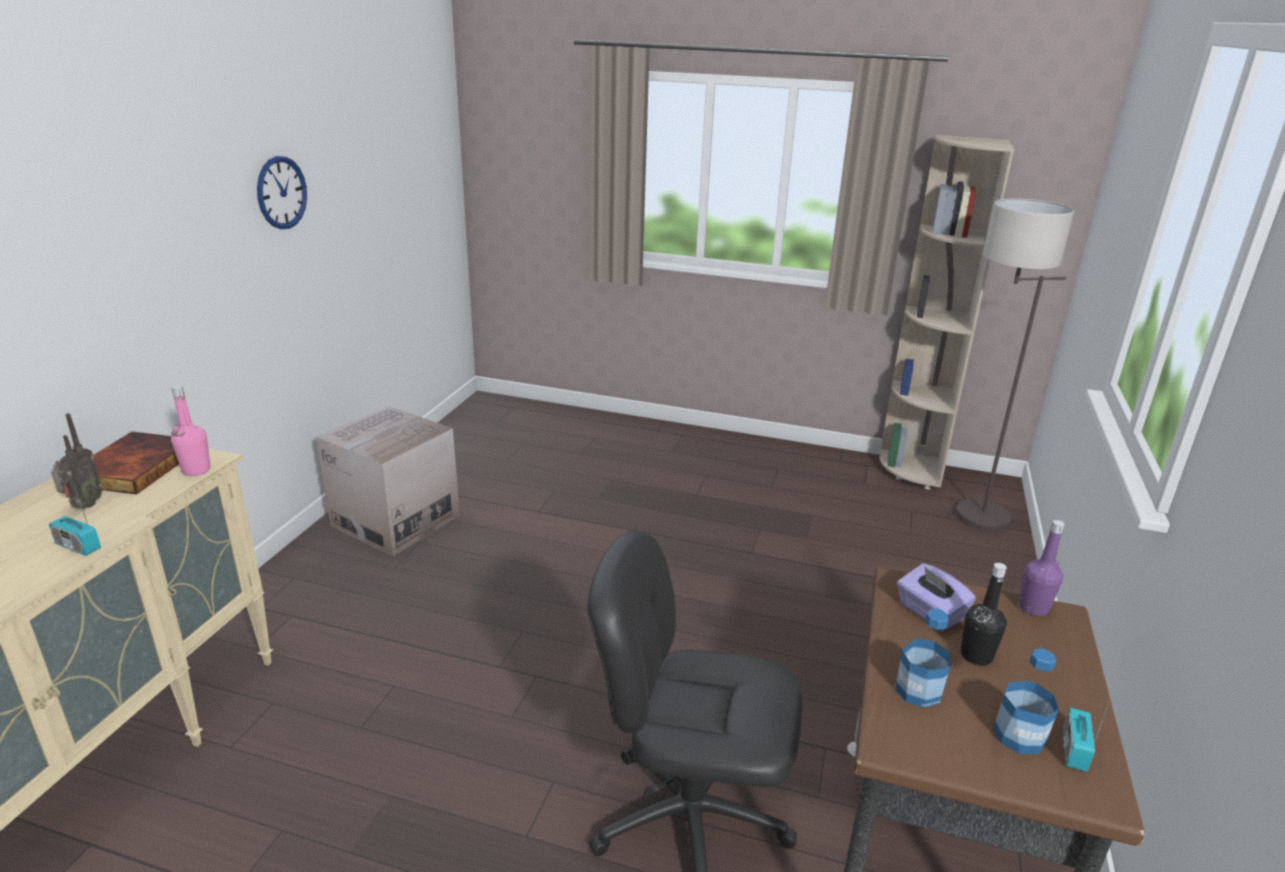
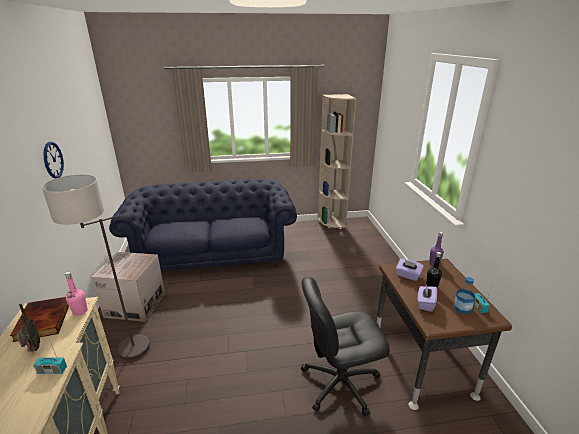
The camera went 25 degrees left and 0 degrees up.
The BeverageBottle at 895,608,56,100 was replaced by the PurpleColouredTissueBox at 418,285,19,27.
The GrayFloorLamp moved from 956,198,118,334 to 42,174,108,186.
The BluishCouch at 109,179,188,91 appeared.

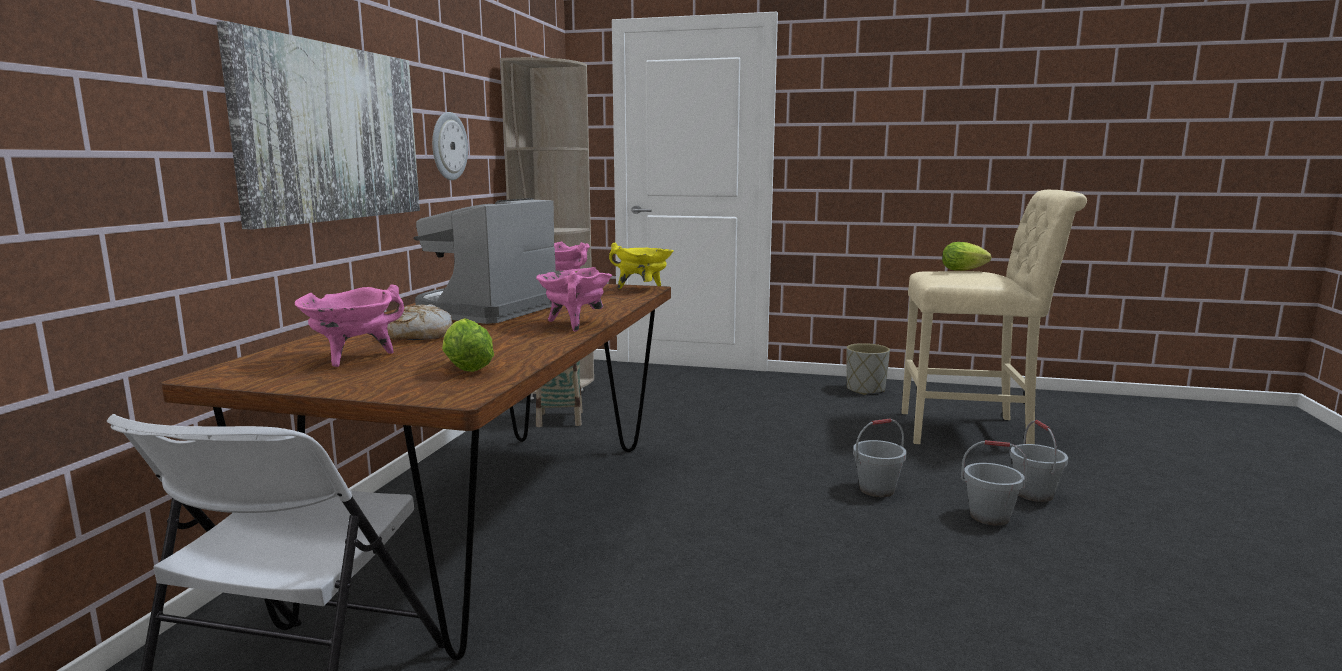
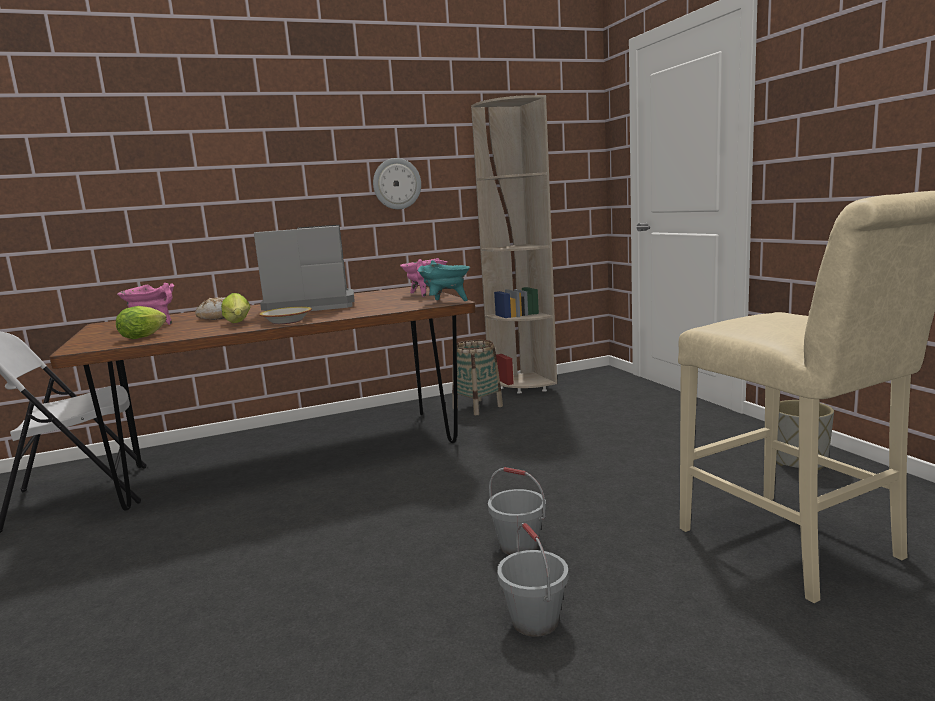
The camera went 55 degrees right and 0 degrees up.
The Picture at 216,21,204,208 disappeared.
The PinkishCookingPot at 536,267,76,64 was replaced by the Bowl at 259,307,53,17.
The YellowCookingPot at 609,243,64,46 became the TurquoiseCookingPot at 418,260,52,41.
The HeadOfLettuce moved from 942,242,50,29 to 221,293,30,30.
The GrayBucket at 1010,420,58,82 disappeared.

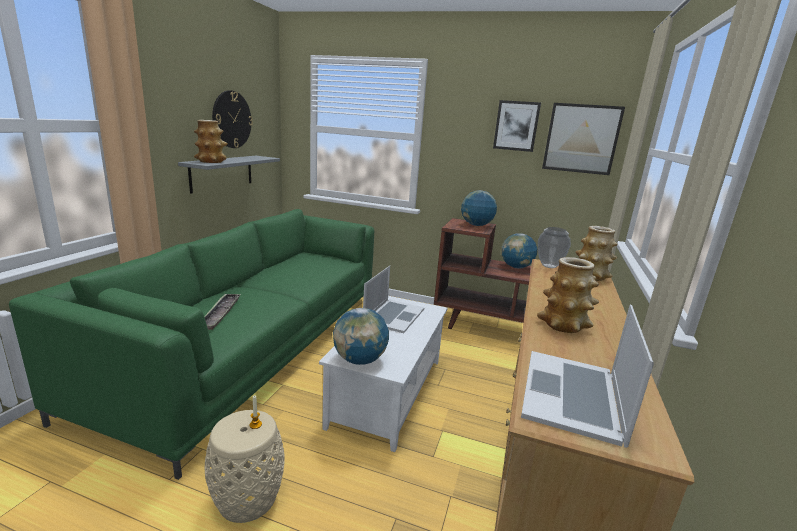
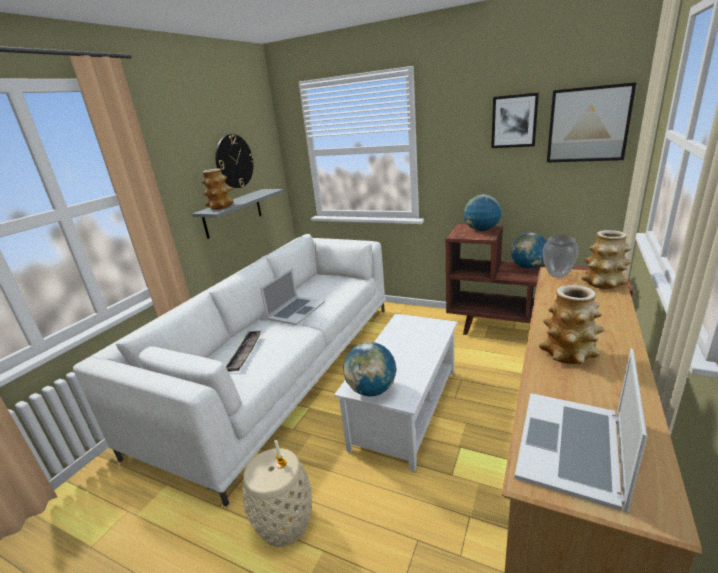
The camera went 10 degrees right and 5 degrees up.
The GreenCouch at 9,209,365,271 became the WhiteCouch at 73,234,313,273.
The Laptop moved from 363,266,61,67 to 260,269,65,56.

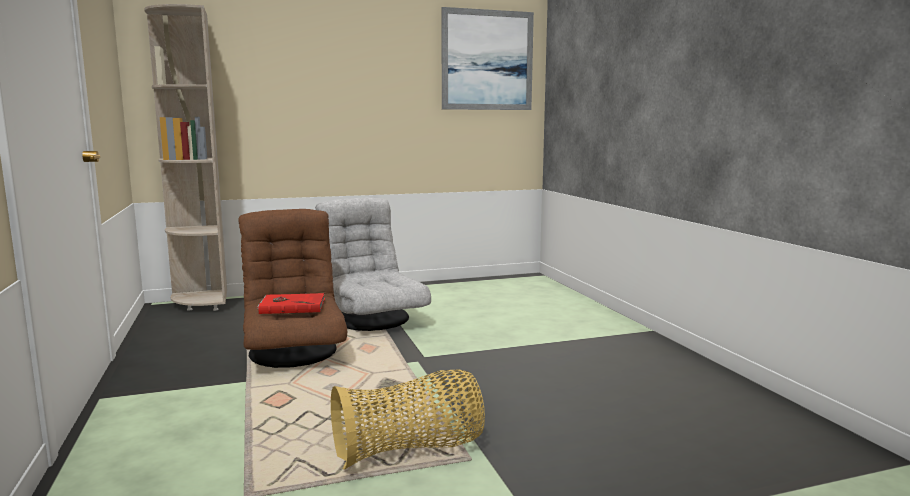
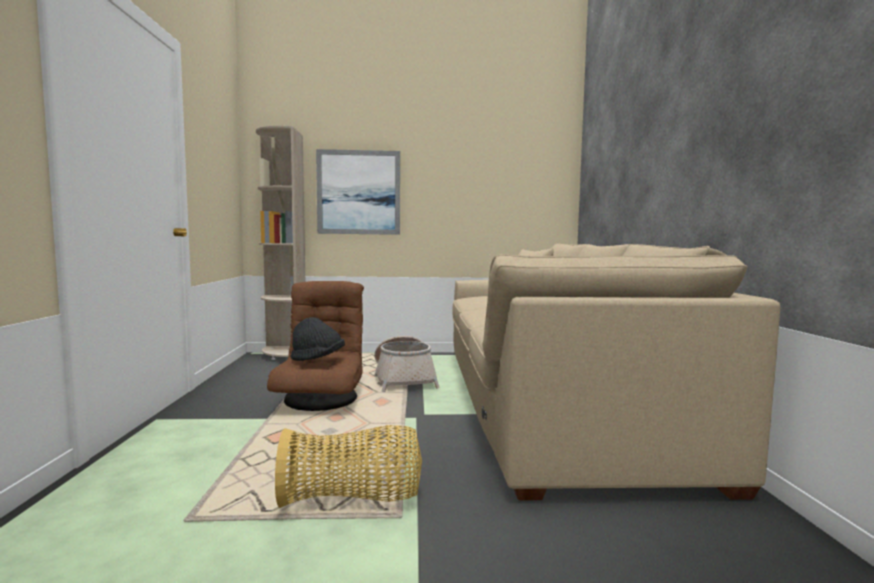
The camera went 15 degrees right and 5 degrees down.
The ReddishBoundBook at 257,293,68,21 was replaced by the BlackClothingHat at 290,317,55,44.
The GrayArmchair at 315,197,116,134 was replaced by the Basket at 374,336,66,56.
The Picture moved from 441,7,93,103 to 316,149,84,86.
The SandColouredCouch at 452,243,329,258 appeared.

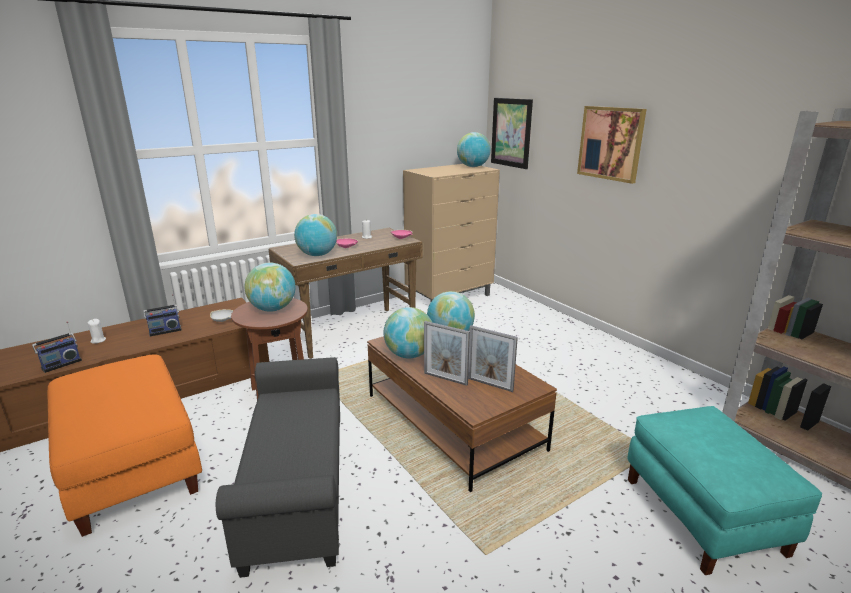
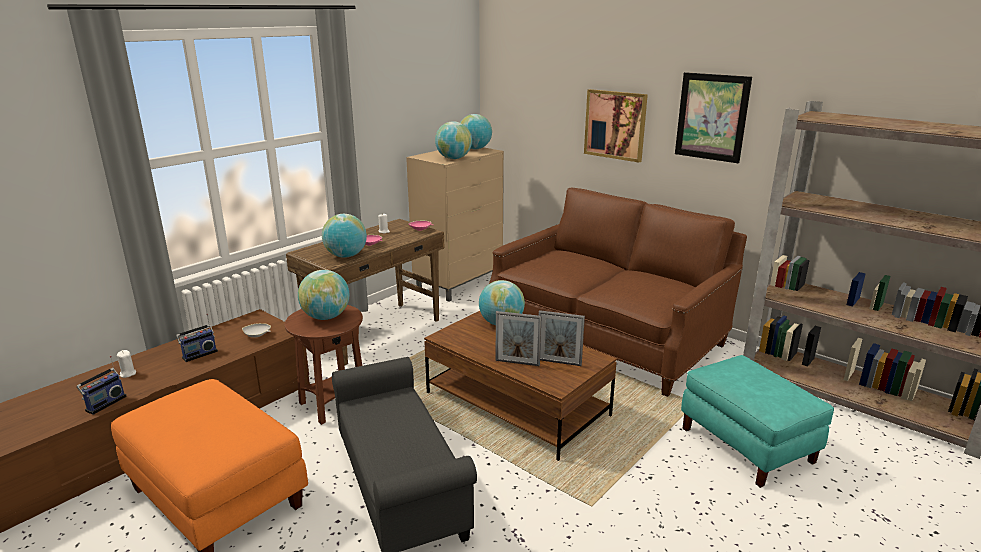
The camera went 15 degrees left and 0 degrees up.
The DeskGlobe moved from 383,307,50,52 to 435,121,37,38.
The Picture moved from 491,98,42,71 to 675,72,77,91.
The BrownCouch at 489,188,258,209 appeared.

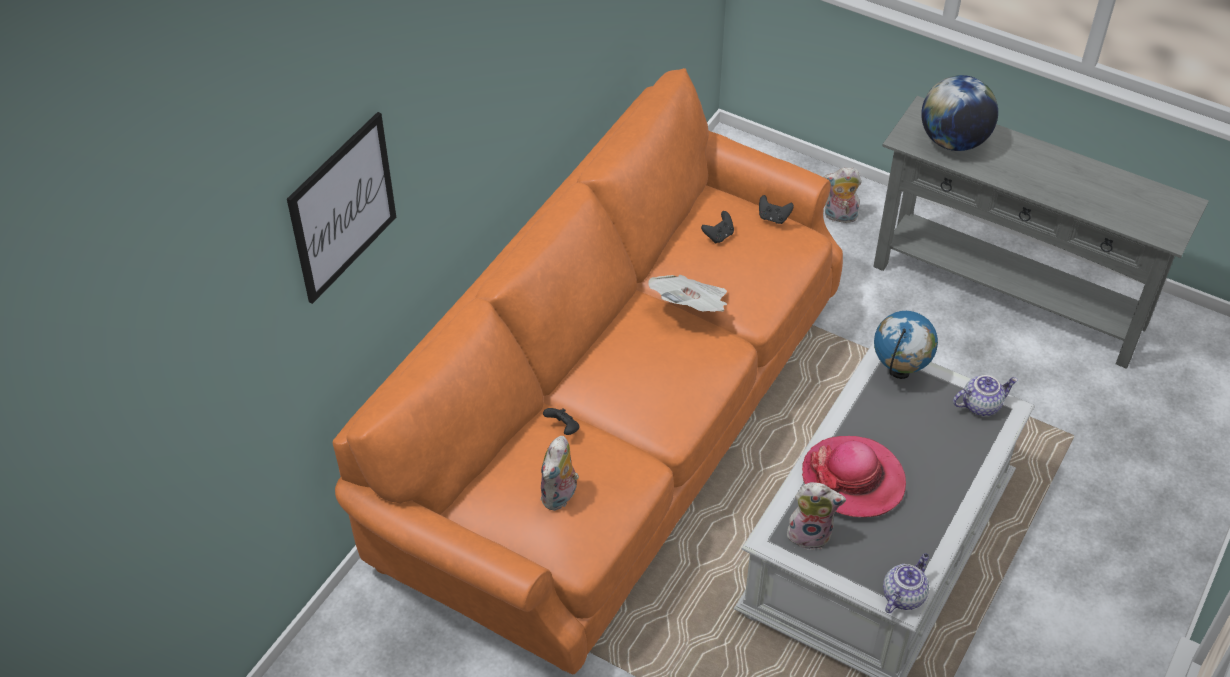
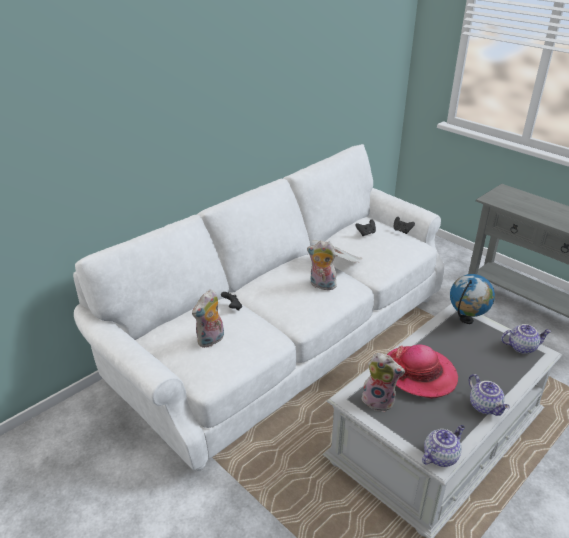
The camera went 15 degrees right and 15 degrees down.
The Picture at 287,112,109,192 disappeared.
The OrangeyCouch at 332,68,511,606 became the WhiteCouch at 73,144,371,327.
The PlushToy moved from 824,168,38,55 to 307,241,31,49.
The DeskGlobe at 921,75,77,76 disappeared.
The Teapot at 468,374,42,42 appeared.

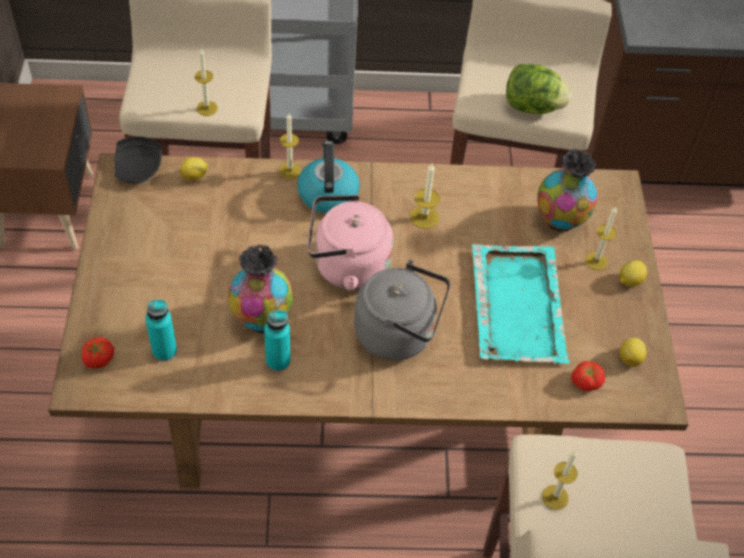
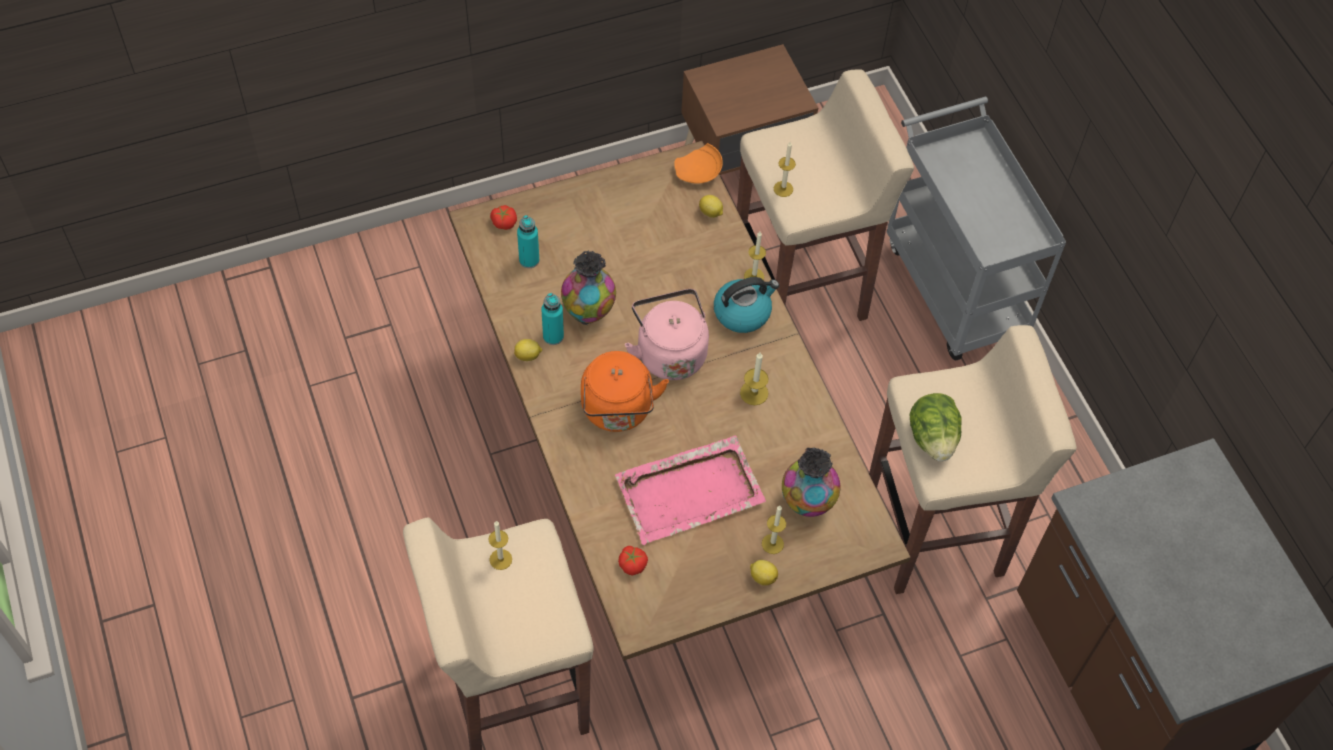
The camera went 70 degrees right and 5 degrees up.
The BlackDinnerPlate at 114,136,48,48 became the OrangeyDinnerPlate at 675,143,48,41.
The GrayKettle at 354,260,96,100 became the OrangeyKettle at 581,351,88,81.
The TurquoiseServingTray at 472,244,98,120 became the PinkishServingTray at 615,435,151,110.
The WholeLemon moved from 620,338,26,29 to 514,339,28,22.

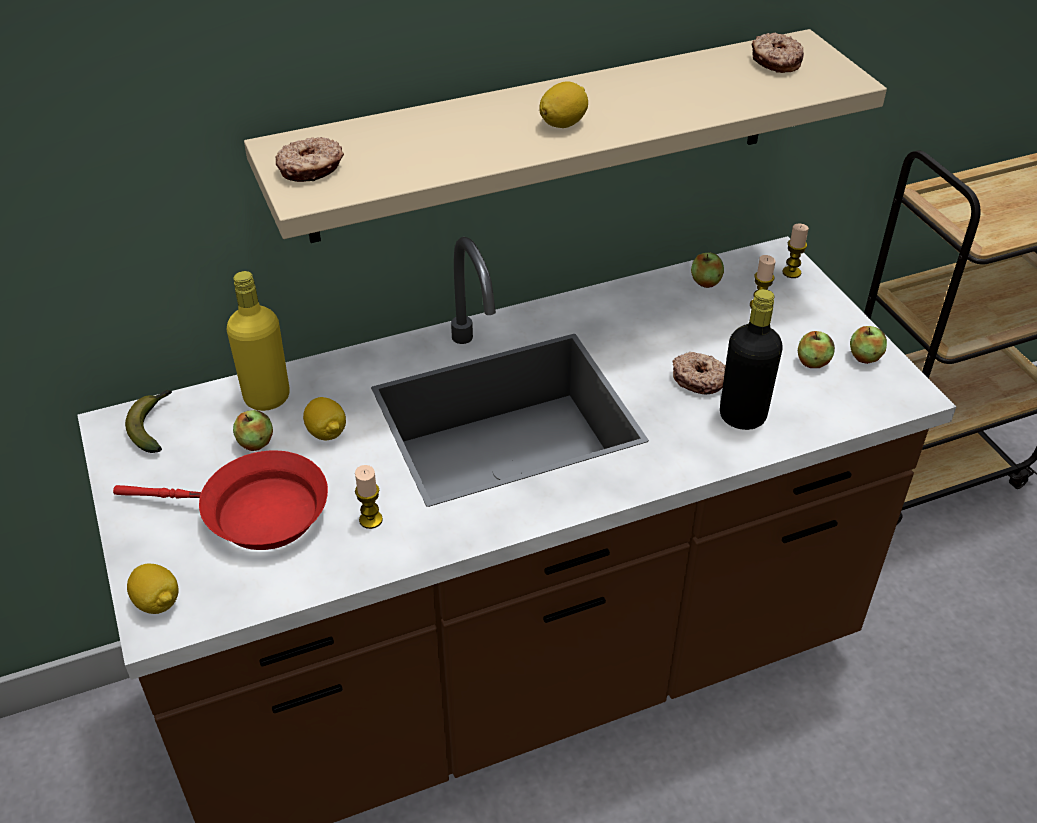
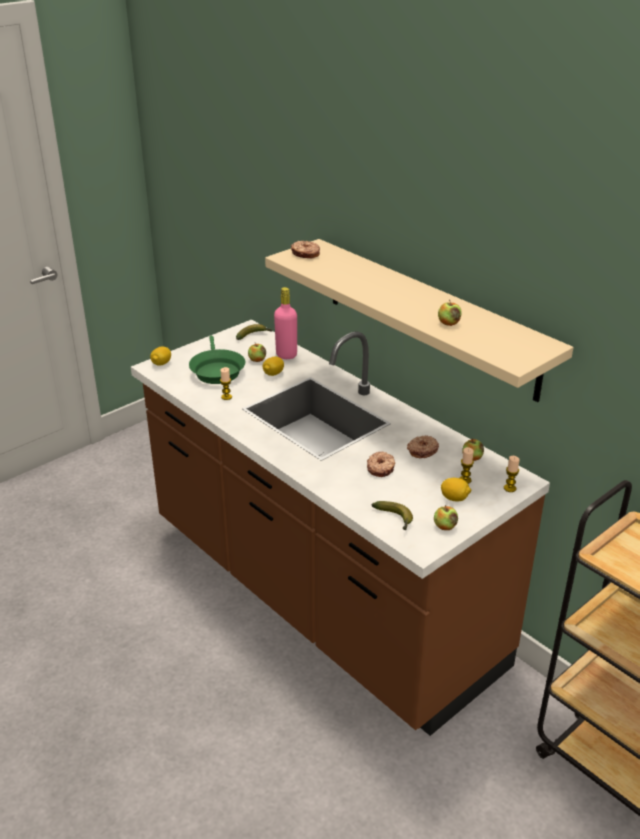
The camera went 70 degrees right and 10 degrees down.
The ReddishSkillet at 113,450,215,100 became the GreenSkillet at 189,336,56,48.
The YellowBeverageBottle at 227,271,62,140 became the PinkishBeverageBottle at 274,287,23,72.
The WholeLemon moved from 539,81,49,47 to 441,478,30,24.
The BlackBeverageBottle at 720,289,63,141 disappeared.
The RingDoughnut moved from 751,32,53,41 to 407,436,32,22.
The WholeApple moved from 798,331,37,37 to 438,300,24,26.
The BananaFruit at 372,501,41,30 appeared.

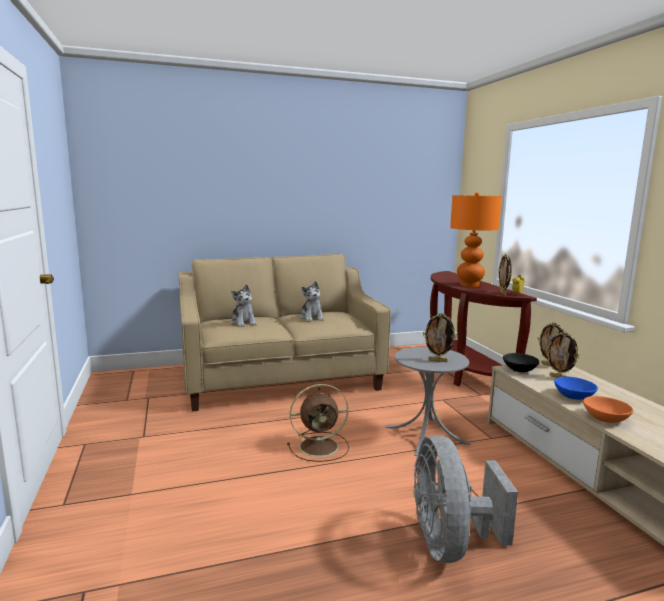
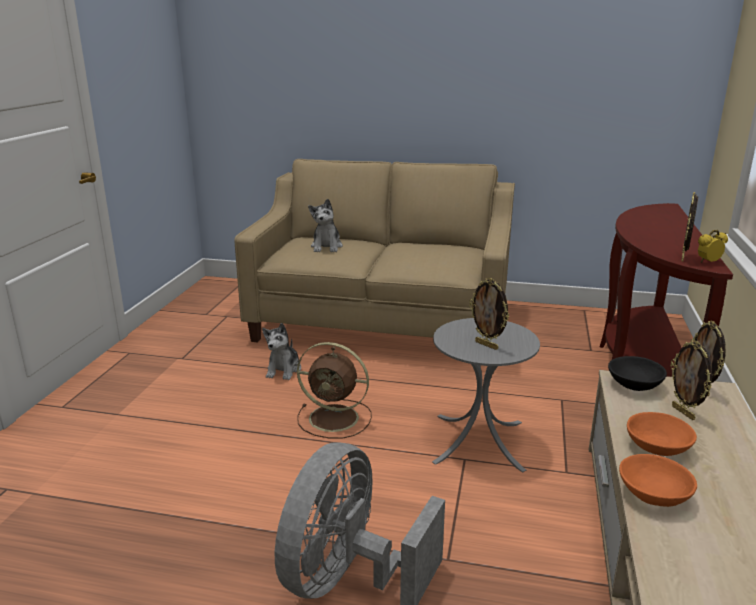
The camera went 30 degrees right and 10 degrees up.
The PlushToy moved from 300,281,24,41 to 262,323,39,57.
The OrangeyTableLamp at 450,192,52,95 disappeared.
The BluishBowl at 554,377,44,23 became the OrangeyBowl at 627,412,70,44.

